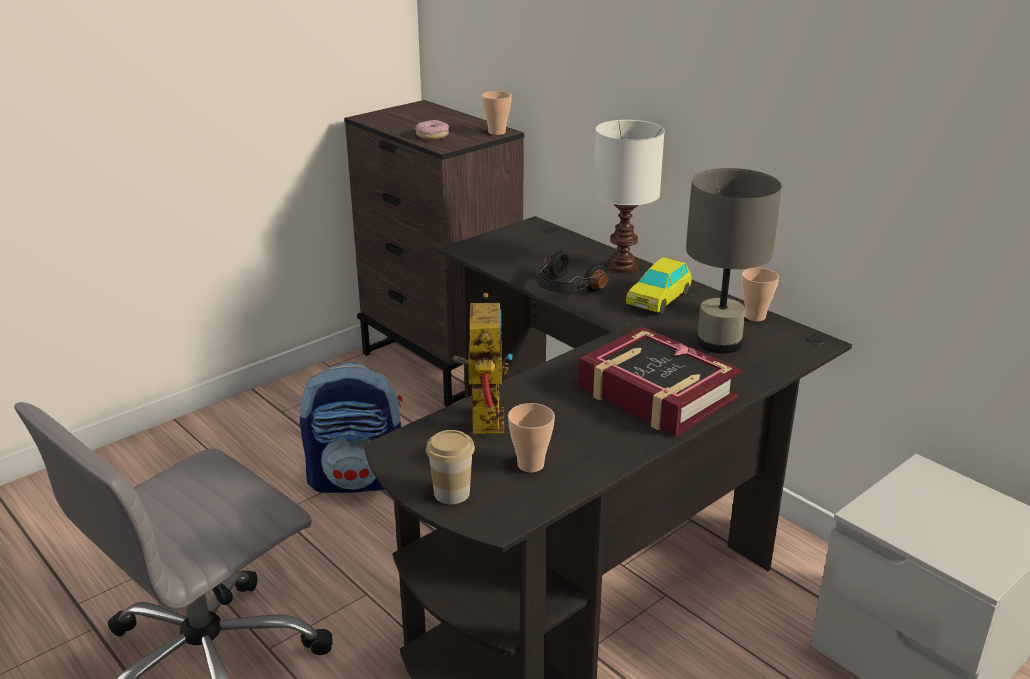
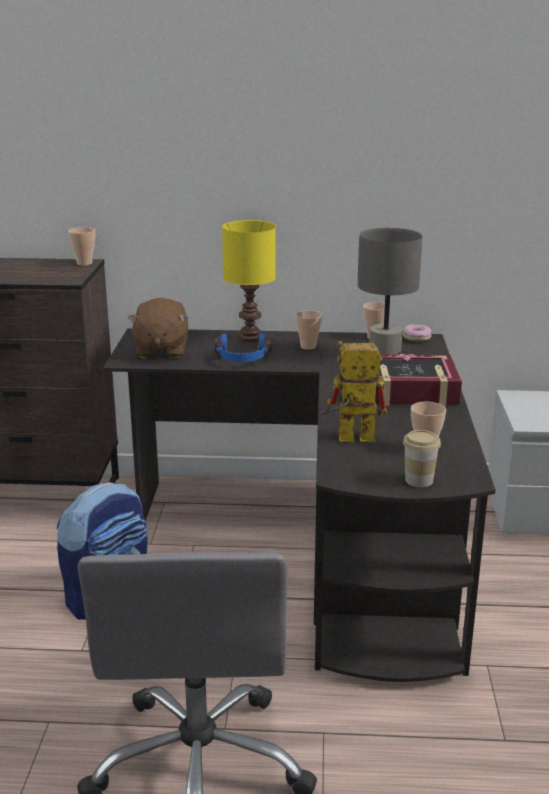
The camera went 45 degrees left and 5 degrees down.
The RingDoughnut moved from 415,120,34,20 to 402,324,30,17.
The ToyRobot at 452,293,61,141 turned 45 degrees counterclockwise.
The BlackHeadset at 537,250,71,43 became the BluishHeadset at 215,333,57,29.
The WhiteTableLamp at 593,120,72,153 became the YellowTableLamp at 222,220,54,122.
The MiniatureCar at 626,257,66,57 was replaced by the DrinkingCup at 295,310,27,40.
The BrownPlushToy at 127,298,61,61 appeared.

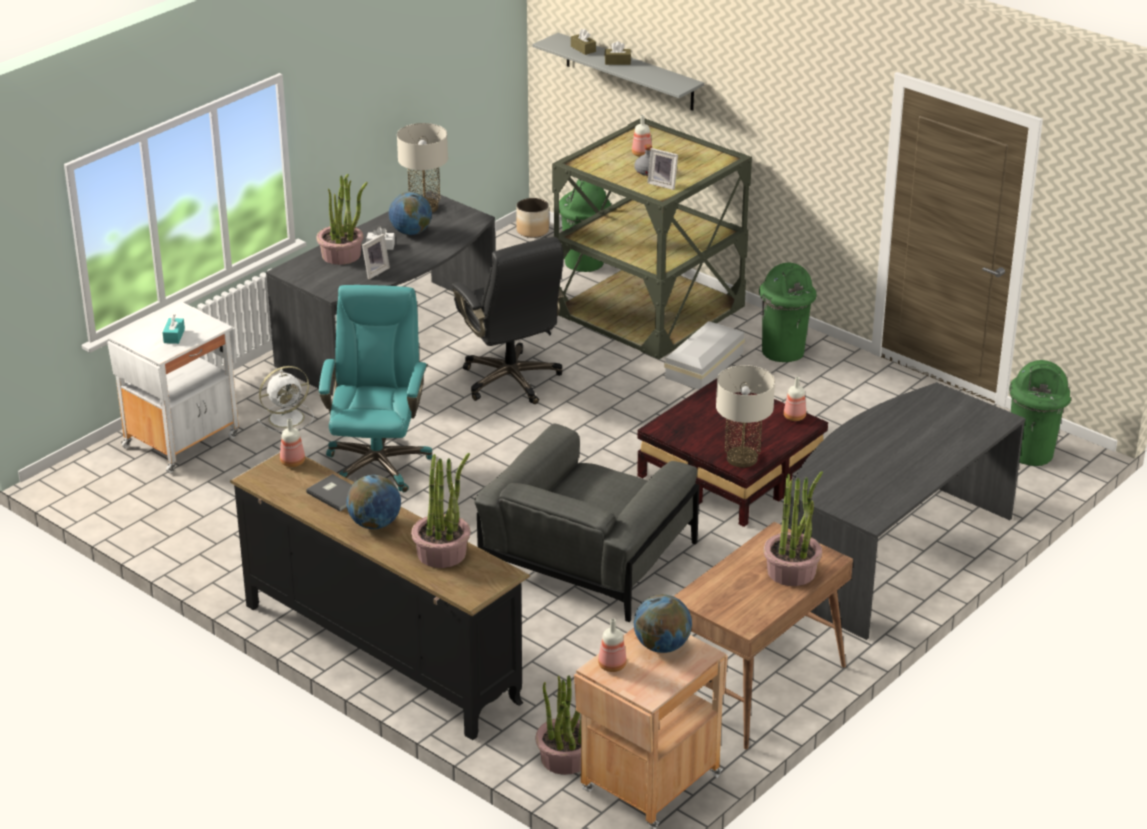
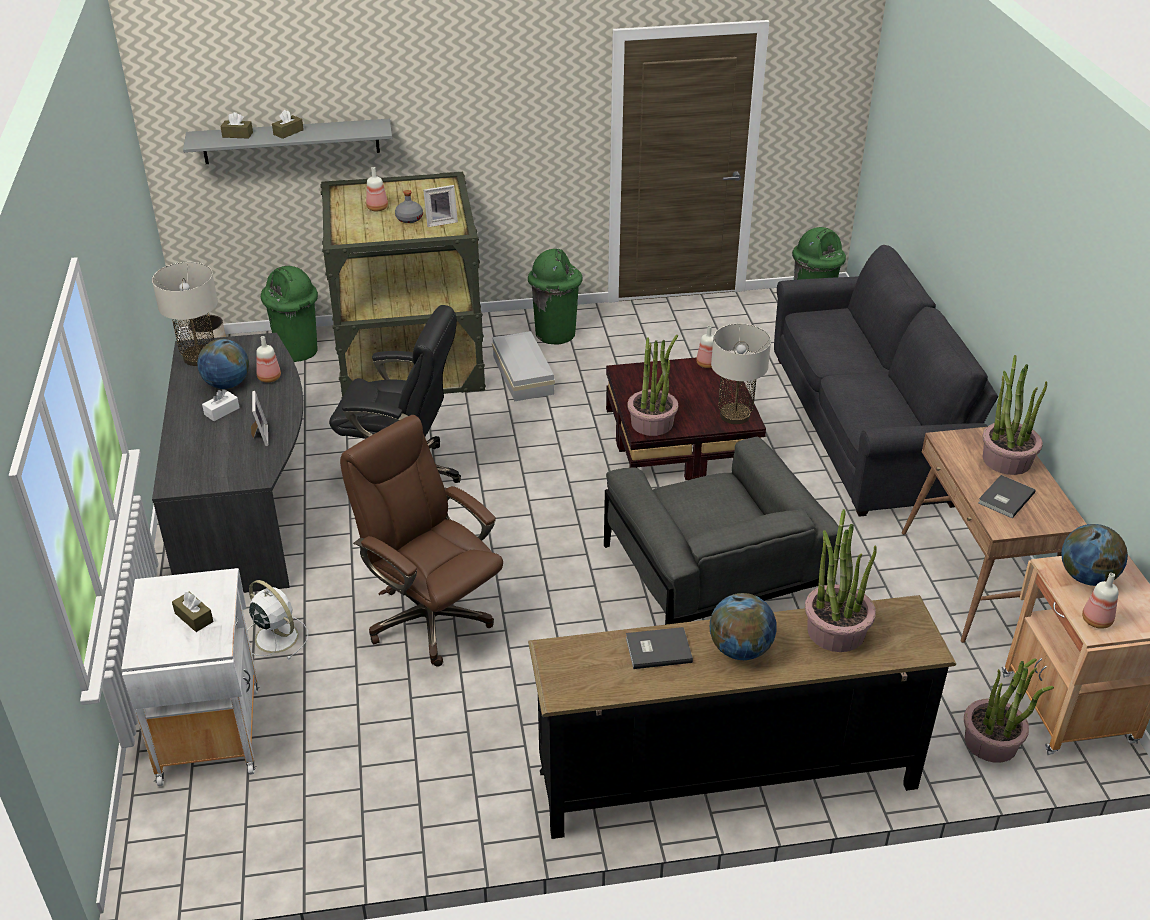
The camera went 50 degrees left and 5 degrees up.
The TurquoiseTissueBox at 162,314,23,30 became the BrownTissueBox at 172,592,42,40.
The WhiteElectricFan at 257,366,57,66 turned 60 degrees counterclockwise.
The BeverageBottle moved from 280,418,25,49 to 256,336,25,47.
The PlantInAPot moved from 317,174,51,91 to 627,335,51,101.
The TurquoiseDeskChair at 319,285,113,207 became the BrownDeskChair at 340,415,163,252.
The GrayDesk at 788,382,237,258 was replaced by the GrayCouch at 774,245,224,272.
The GrayBoundBook at 978,475,58,43 appeared.

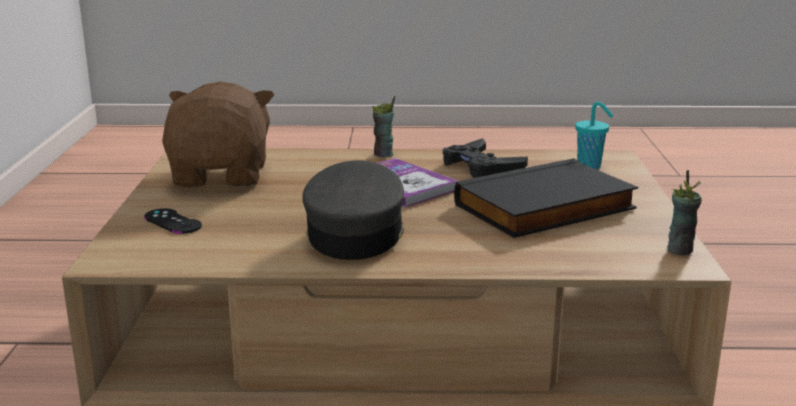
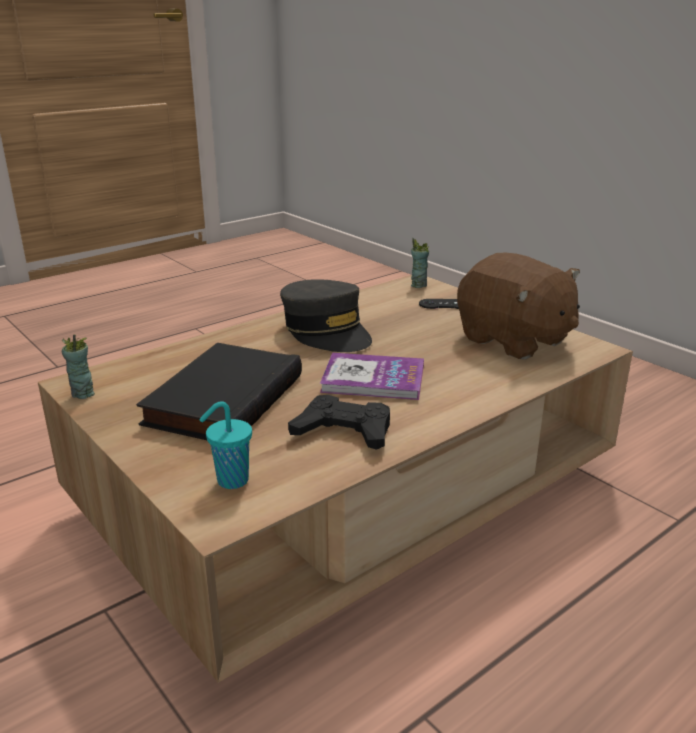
The camera went 140 degrees right and 5 degrees up.
The DrinkingCup moved from 372,96,23,61 to 411,238,18,50.

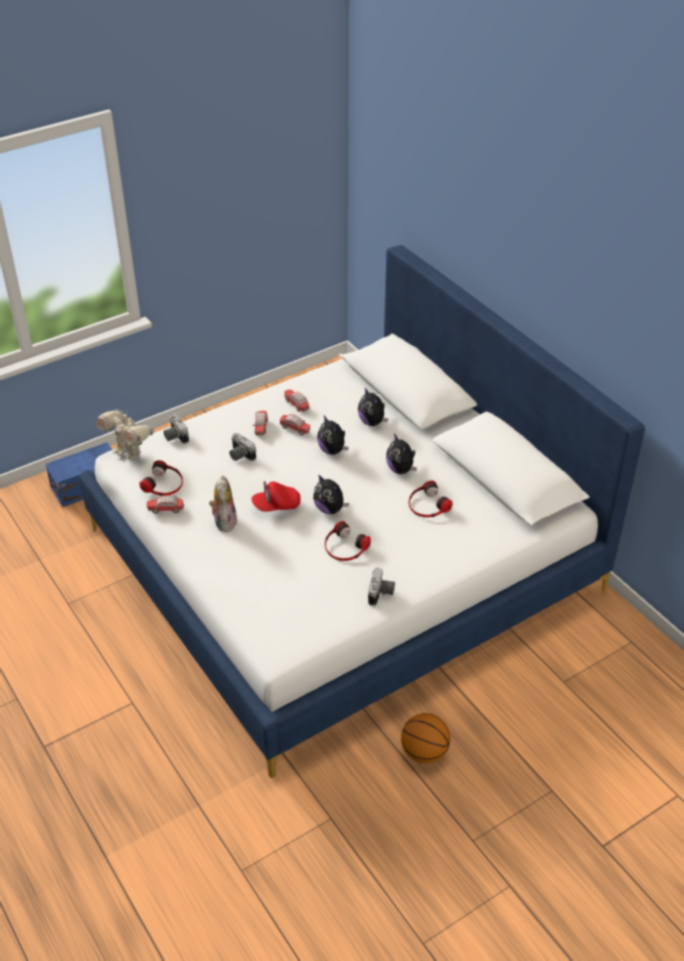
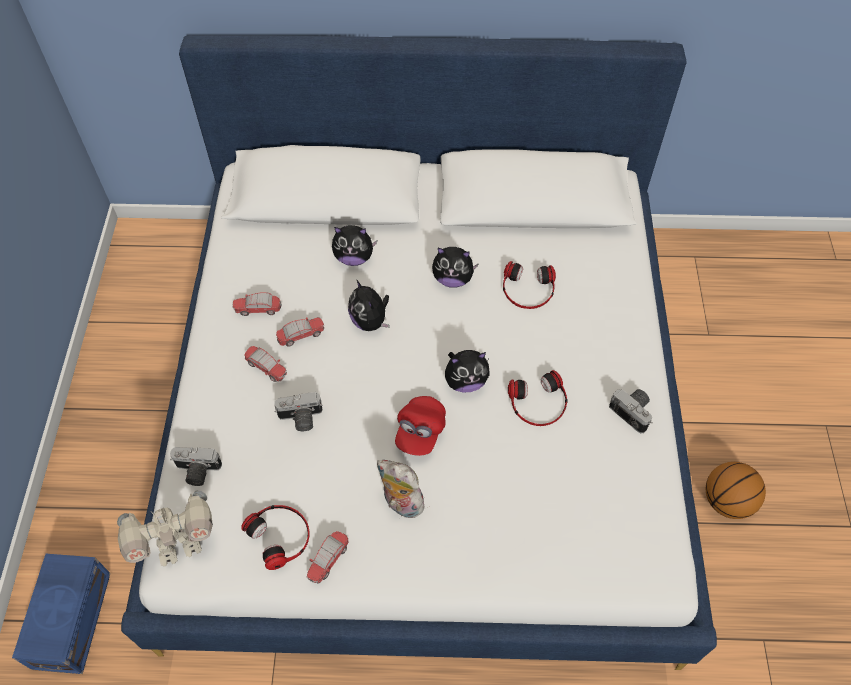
The camera went 55 degrees left and 15 degrees up.
The PlushToy at 317,416,32,39 turned 60 degrees clockwise.

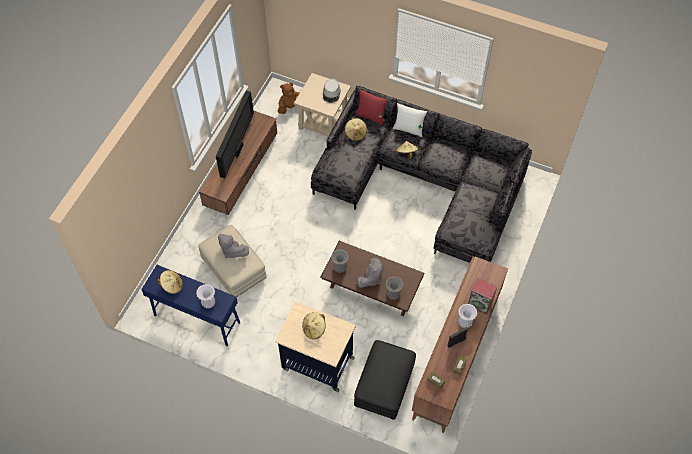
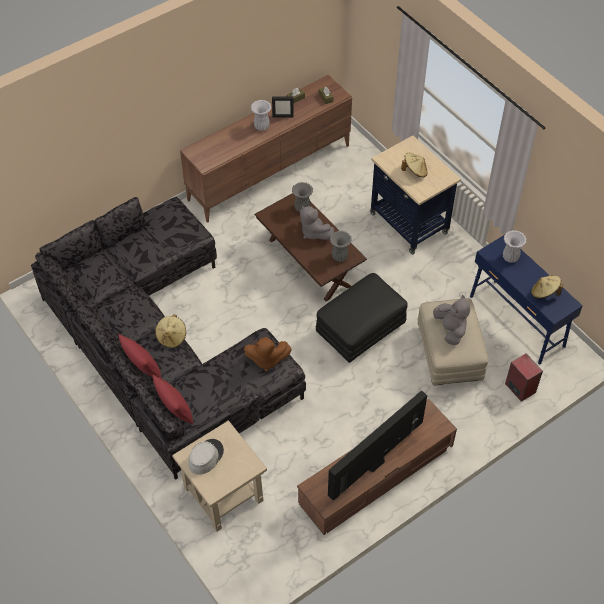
The camera went 150 degrees left and 5 degrees down.
The BrownPlushToy moved from 278,83,22,31 to 244,337,48,35.
The SandColouredClothingHat at 345,118,22,23 disappeared.
The BlackFootrest moved from 354,340,62,80 to 316,273,92,90.
The GrayPlushToy at 357,258,27,30 turned 105 degrees counterclockwise.
The WhiteThrowPillow at 393,103,34,34 became the ReddishThrowPillow at 119,334,43,45.
The AudioSpeaker moved from 468,278,29,37 to 505,353,38,49.

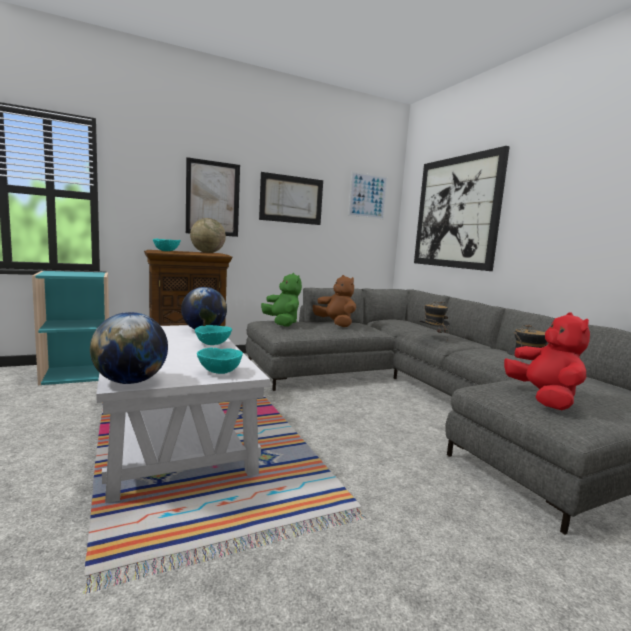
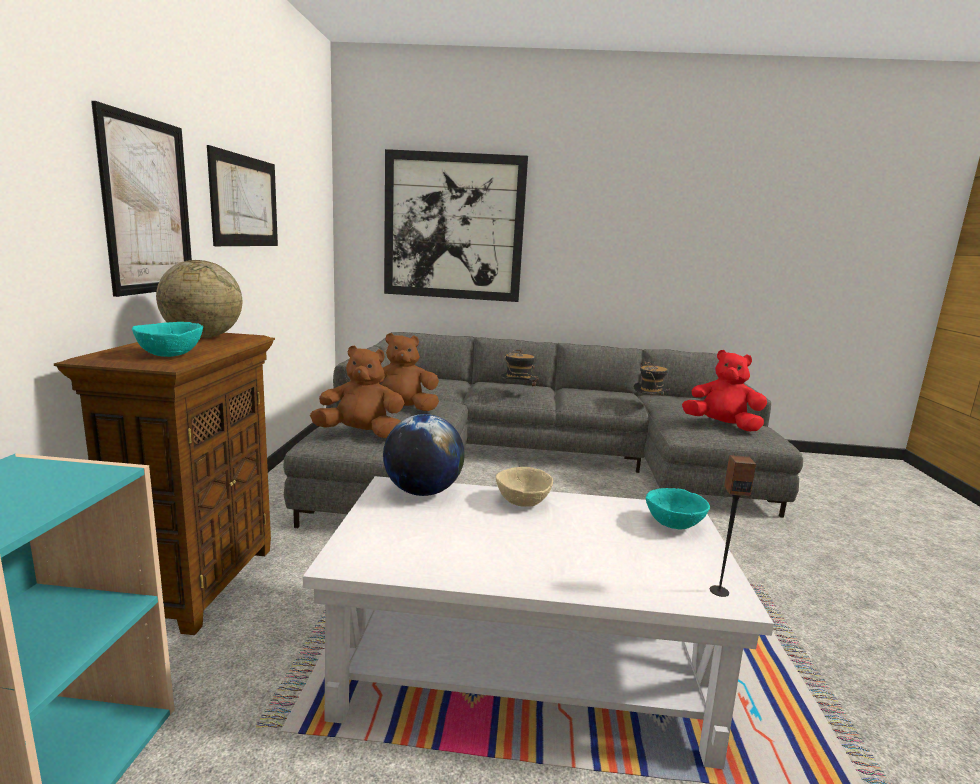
The camera went 60 degrees left and 5 degrees up.
The DeskGlobe at 90,312,78,72 was replaced by the AudioSpeaker at 710,455,46,142.
The TurquoiseBowl at 195,325,37,20 became the SandColouredBowl at 496,467,57,40.
The GreenPlushToy at 261,273,41,54 became the BrownPlushToy at 310,346,94,92.
The Picture at 348,172,40,47 disappeared.

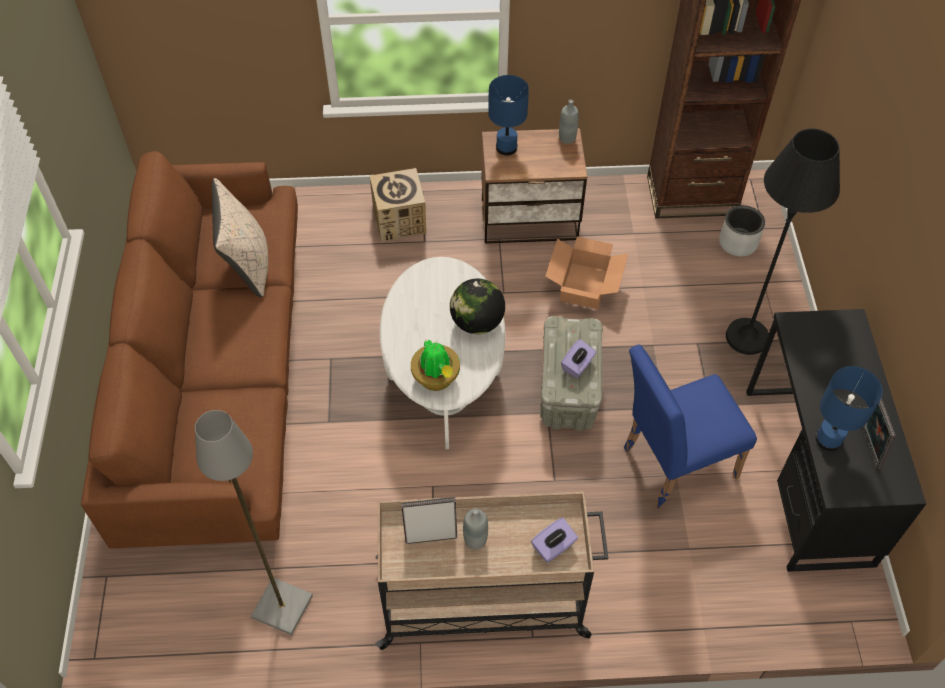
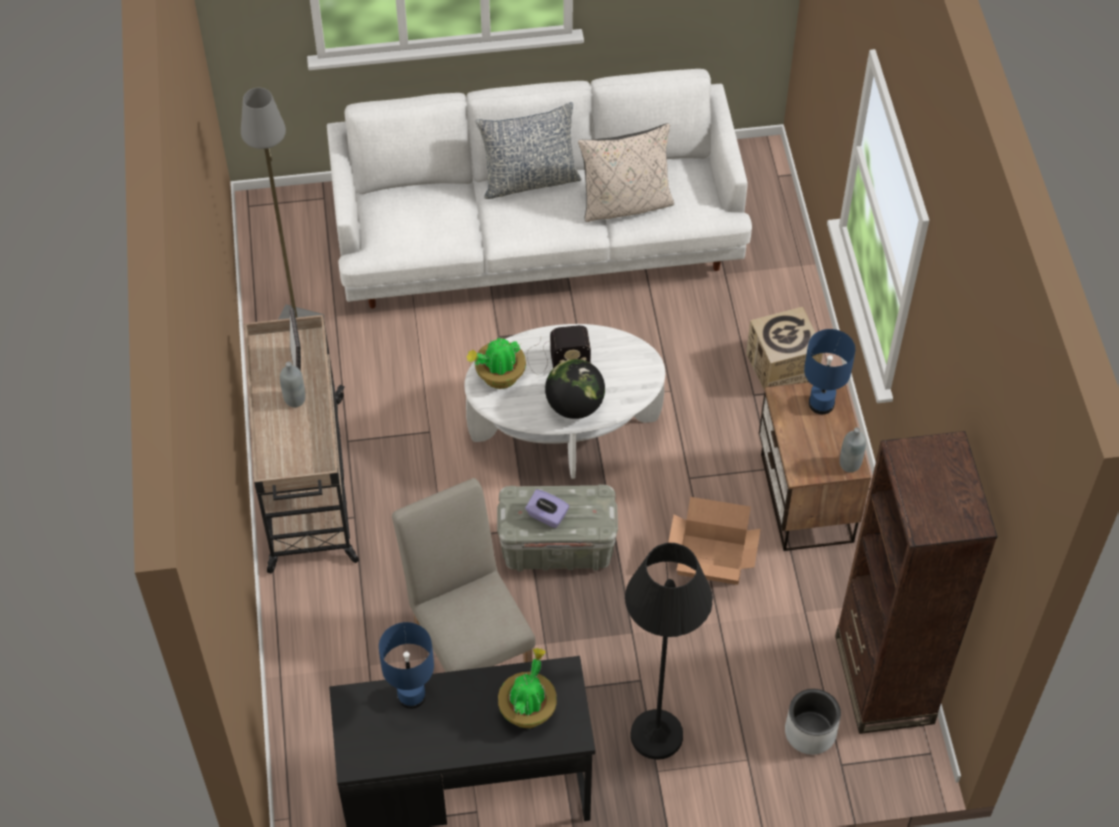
The camera went 85 degrees right and 0 degrees up.
The BrownCouch at 81,151,217,397 became the WhiteCouch at 327,69,425,239.
The PurpleColouredTissueBox at 531,518,47,45 disappeared.
The BluishUprightChair at 624,345,133,164 became the SandColouredUprightChair at 392,478,144,194.
The StandingFrame at 862,398,33,71 disappeared.
The ThrowPillow at 475,102,107,97 appeared.
The PlantInAPot at 498,648,59,80 appeared.
The Radio at 527,325,64,50 appeared.

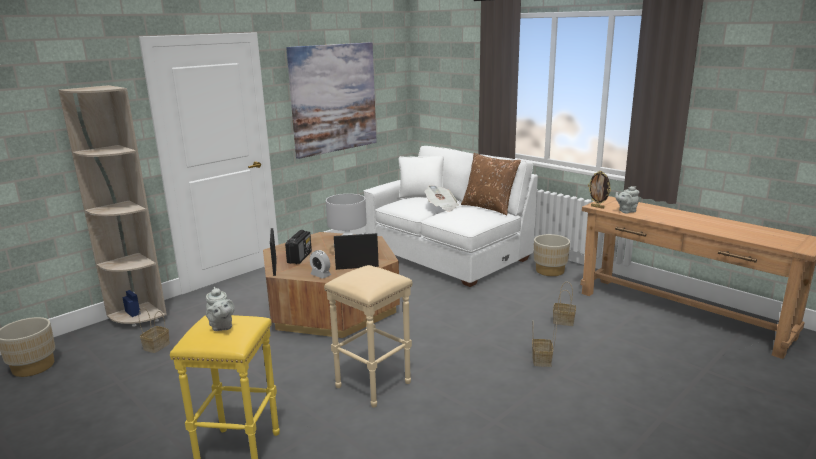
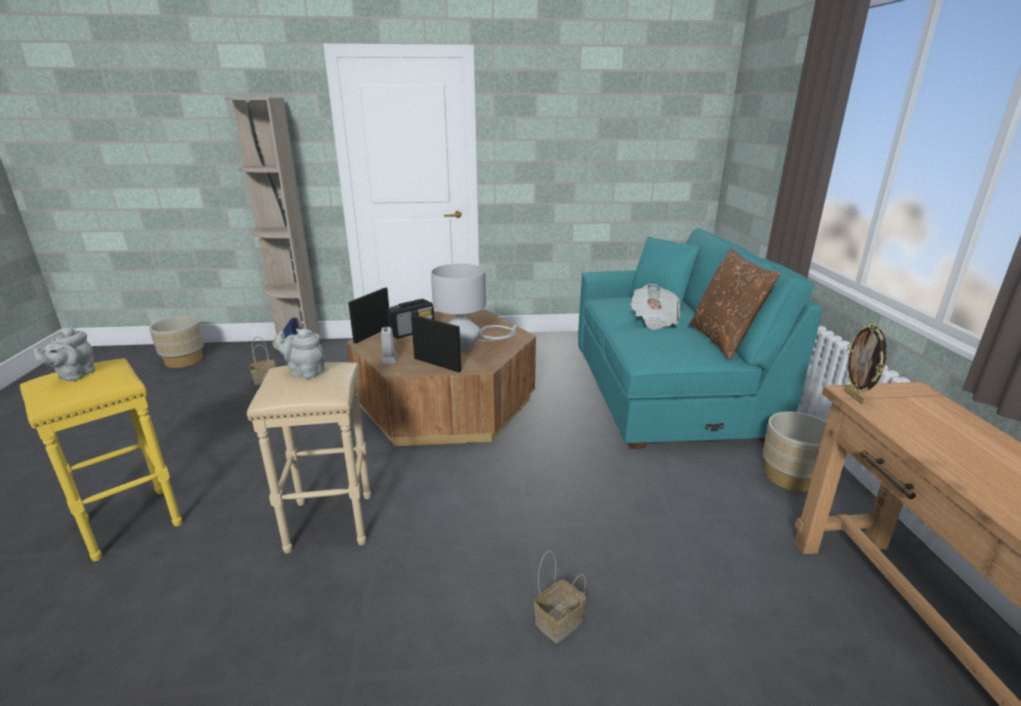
The camera went 40 degrees right and 5 degrees up.
The Picture at 286,42,91,117 disappeared.
The WhiteCouch at 364,146,174,141 became the TurquoiseCouch at 578,228,245,221.
The Basket at 553,282,23,44 disappeared.
The GrayTeapot moved from 615,186,24,27 to 275,328,50,51.

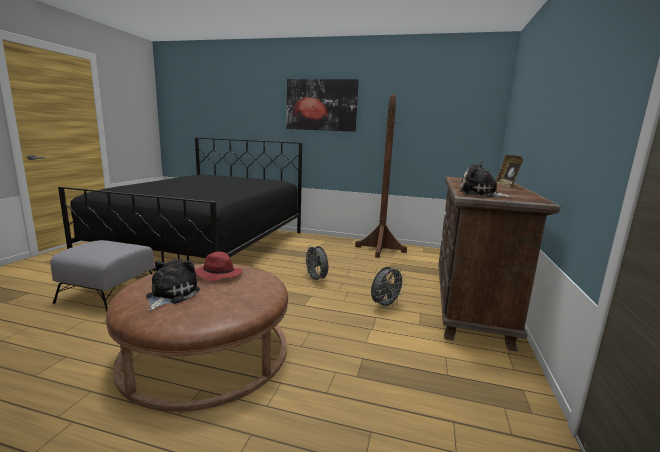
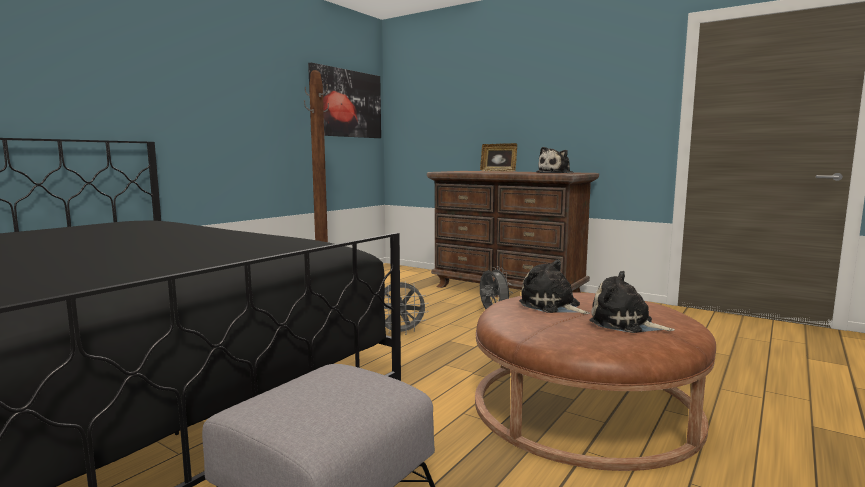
The camera went 70 degrees left and 5 degrees down.
The ReddishClothingHat at 195,251,48,30 was replaced by the PlushToy at 519,260,71,54.
The Picture moved from 287,79,72,53 to 308,63,73,75.

